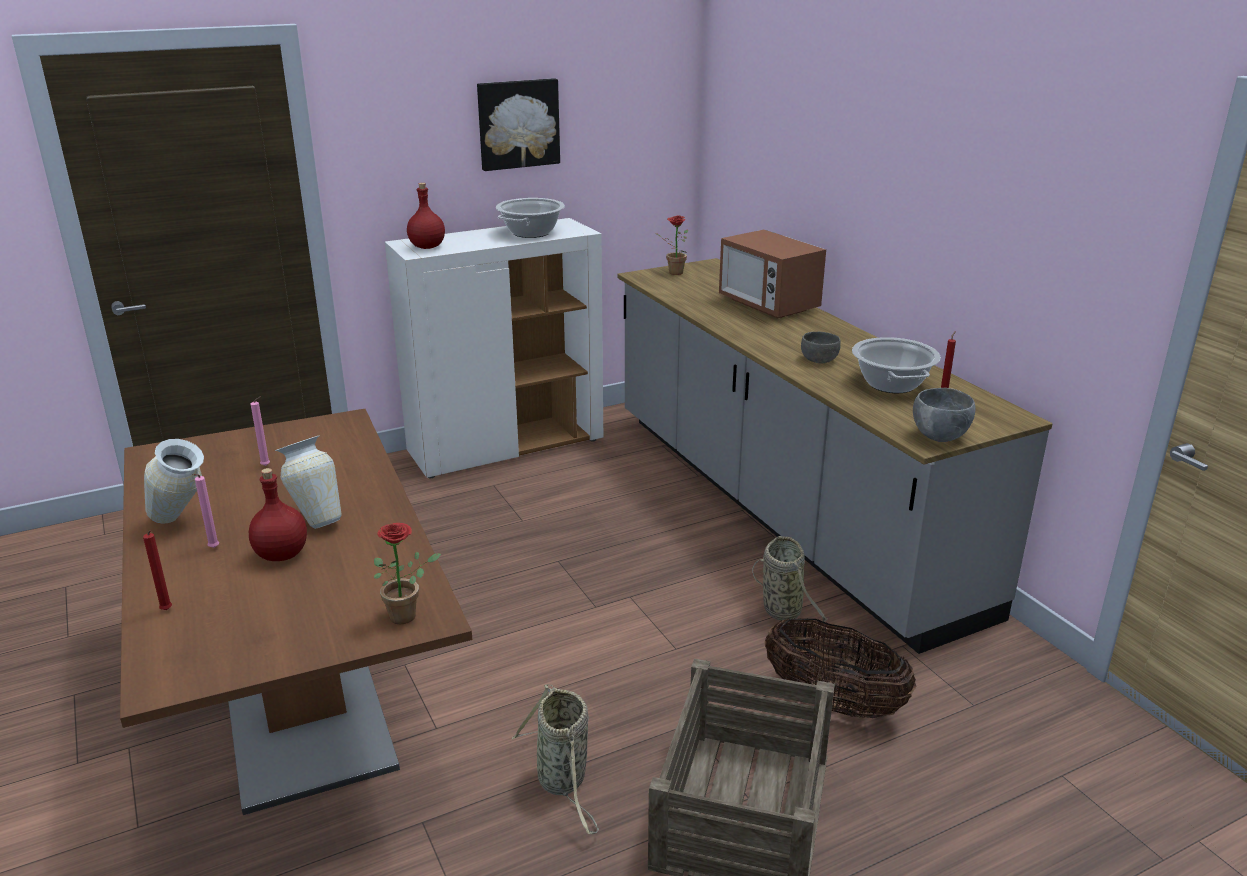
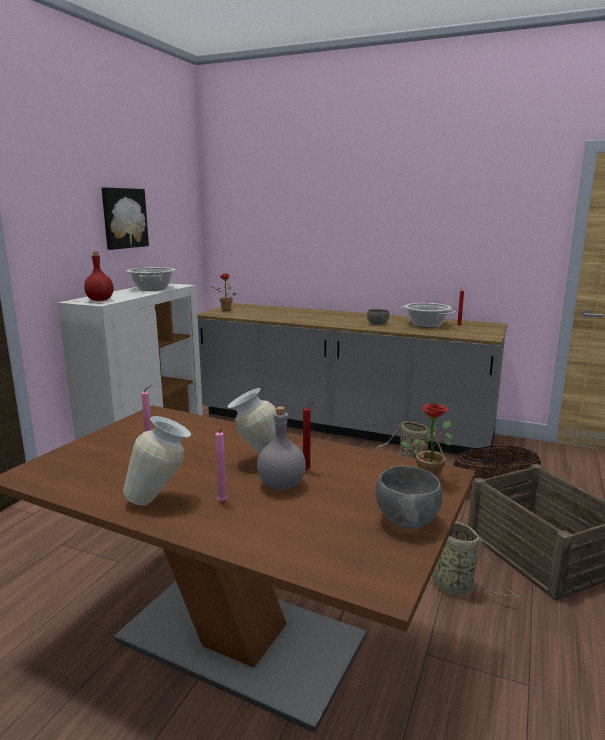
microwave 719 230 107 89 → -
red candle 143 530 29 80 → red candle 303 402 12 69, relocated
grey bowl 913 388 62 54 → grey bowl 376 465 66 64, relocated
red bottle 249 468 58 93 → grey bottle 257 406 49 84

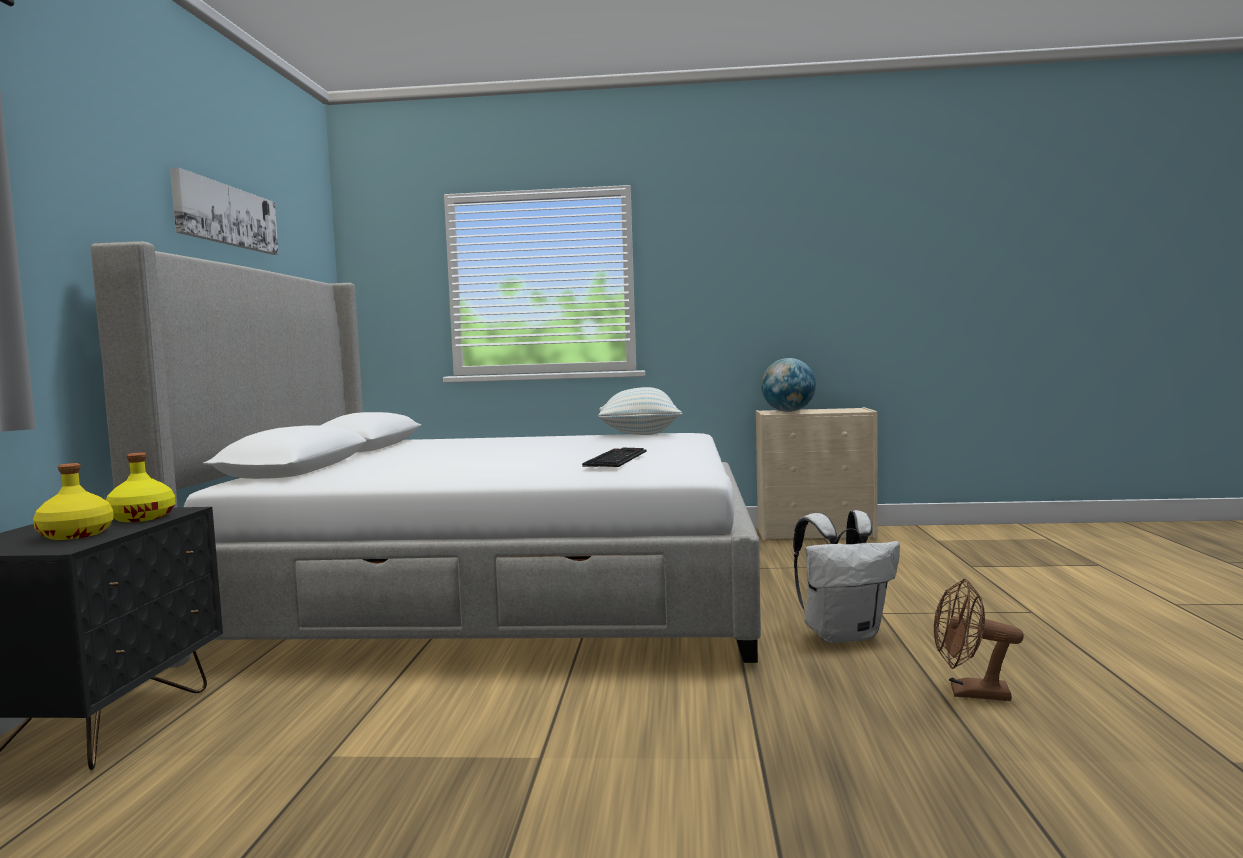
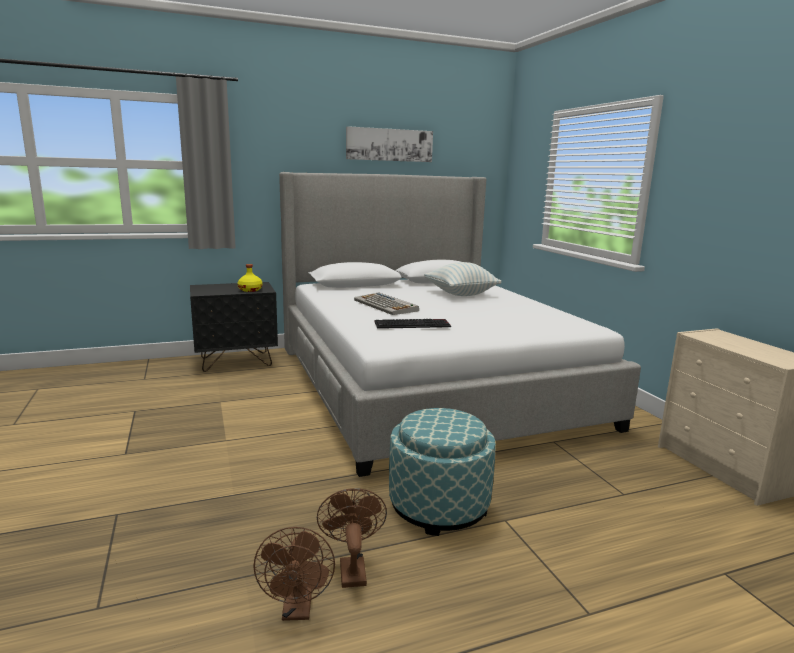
yellow bottle 33 463 81 77 → -
globe 761 358 55 54 → -
- → brown fan 253 527 82 94
- → keyboard 354 292 65 23
pillow 598 387 84 48 → pillow 424 262 78 34, relocated
white backpack 793 510 107 133 → ottoman 389 408 107 128

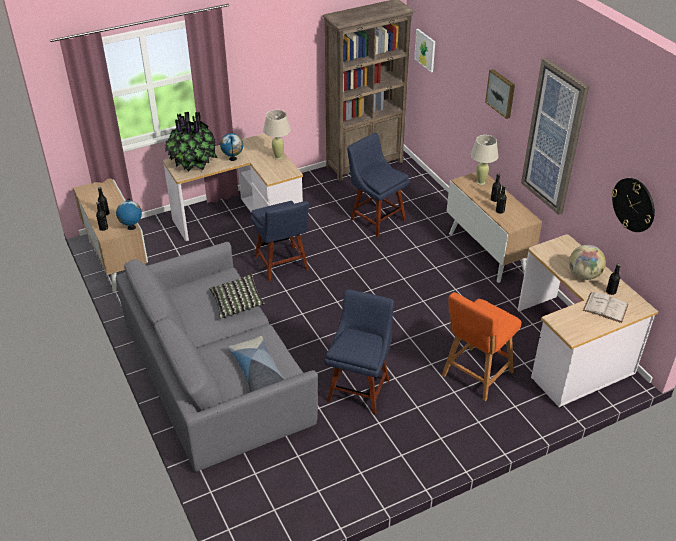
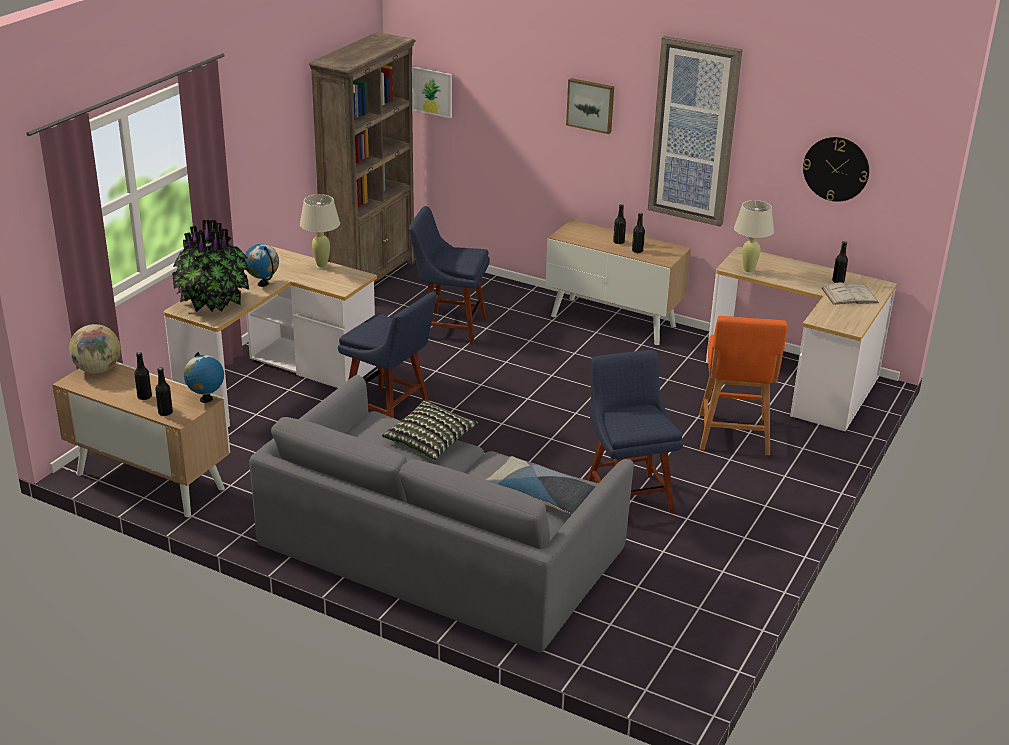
beige table lamp 470 135 29 50 → beige table lamp 734 200 40 75, relocated
globe 569 245 37 35 → globe 69 324 51 49, relocated

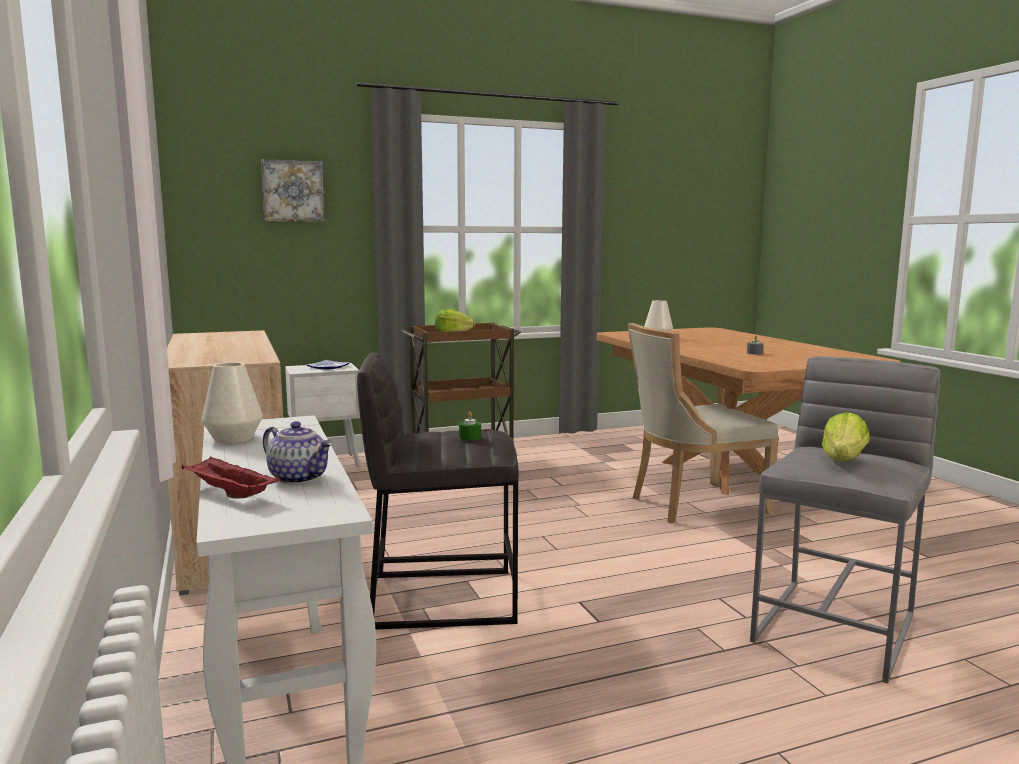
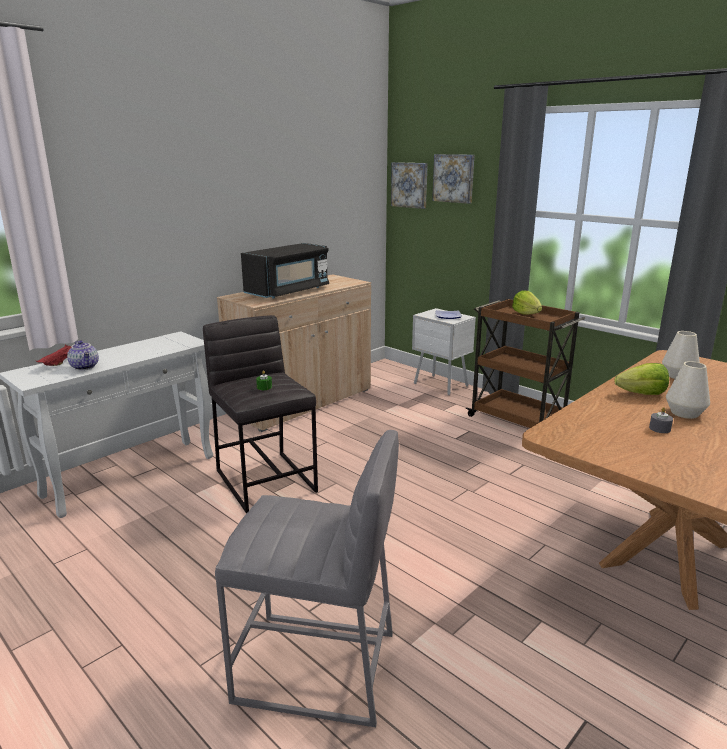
beige chair 628 323 151 201 → -
- → black microwave 241 243 88 56
- → picture 391 162 37 47
white vase 202 362 61 82 → white vase 666 361 44 58, relocated
lettuce 822 412 48 49 → lettuce 615 363 54 32, relocated
teapot 263 421 70 63 → teapot 67 341 32 29, 45 degrees counterclockwise

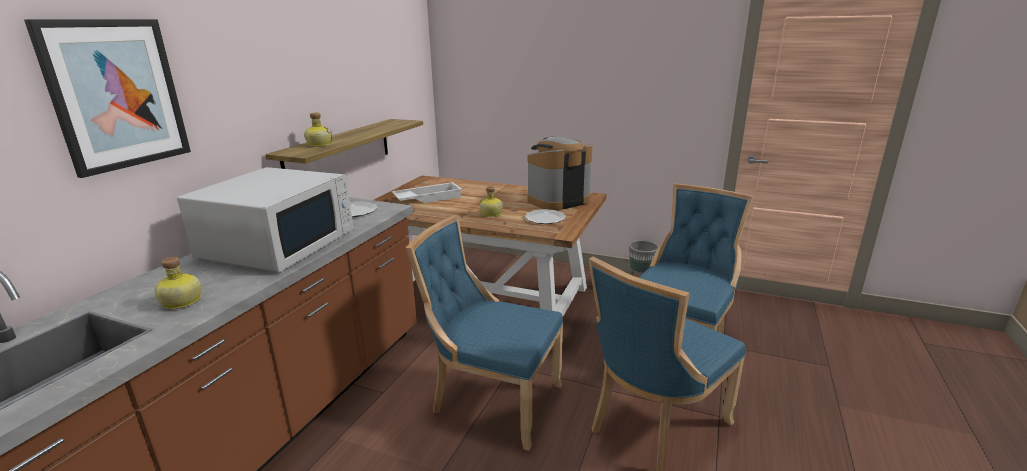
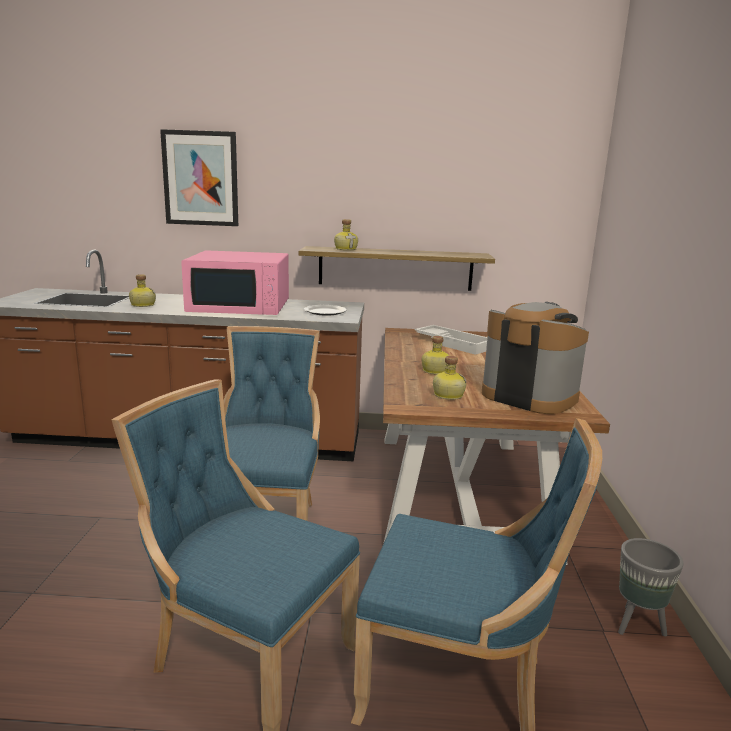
plate 525 209 41 15 → bottle 433 356 33 44
white microwave 177 167 176 105 → pink microwave 181 250 108 65

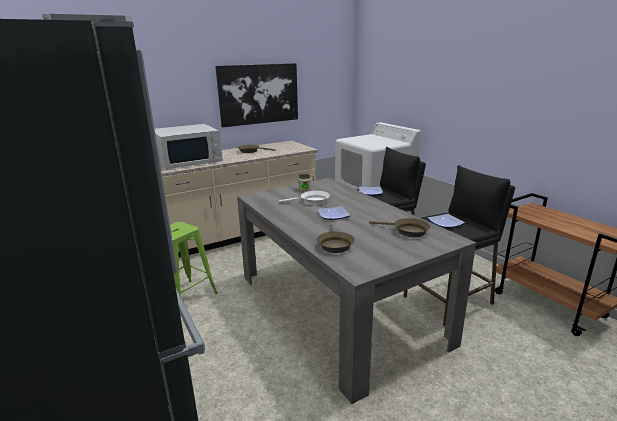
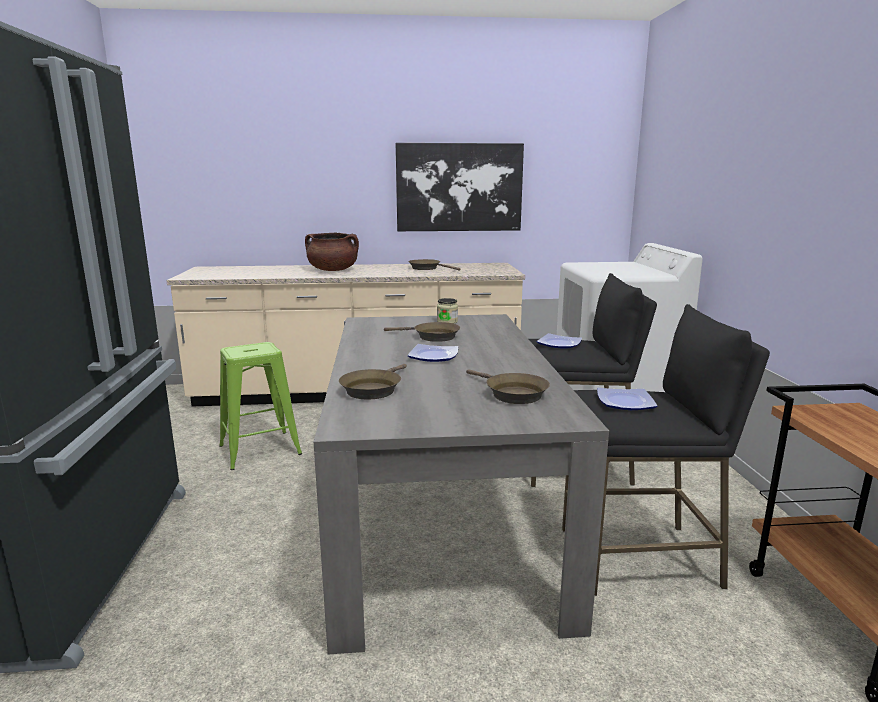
white microwave 155 124 68 45 → brown cooking pot 305 233 54 38
white frying pan 279 191 51 14 → brown frying pan 384 322 76 20

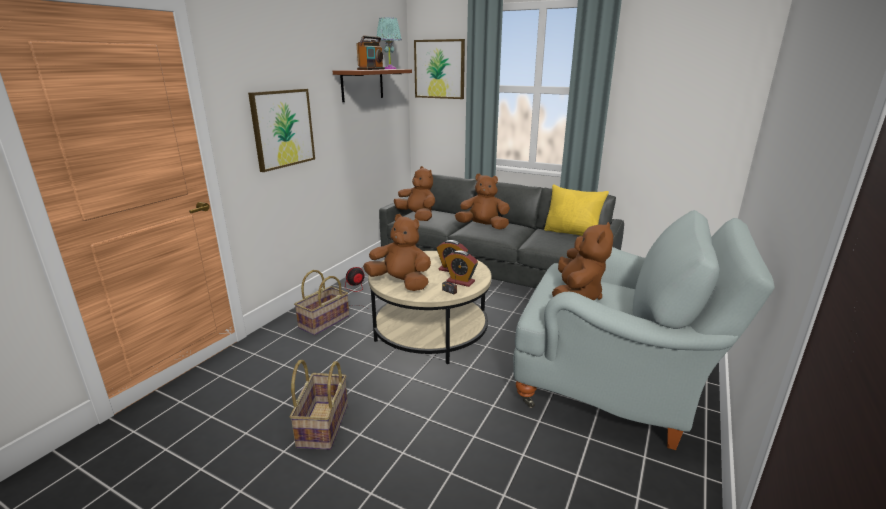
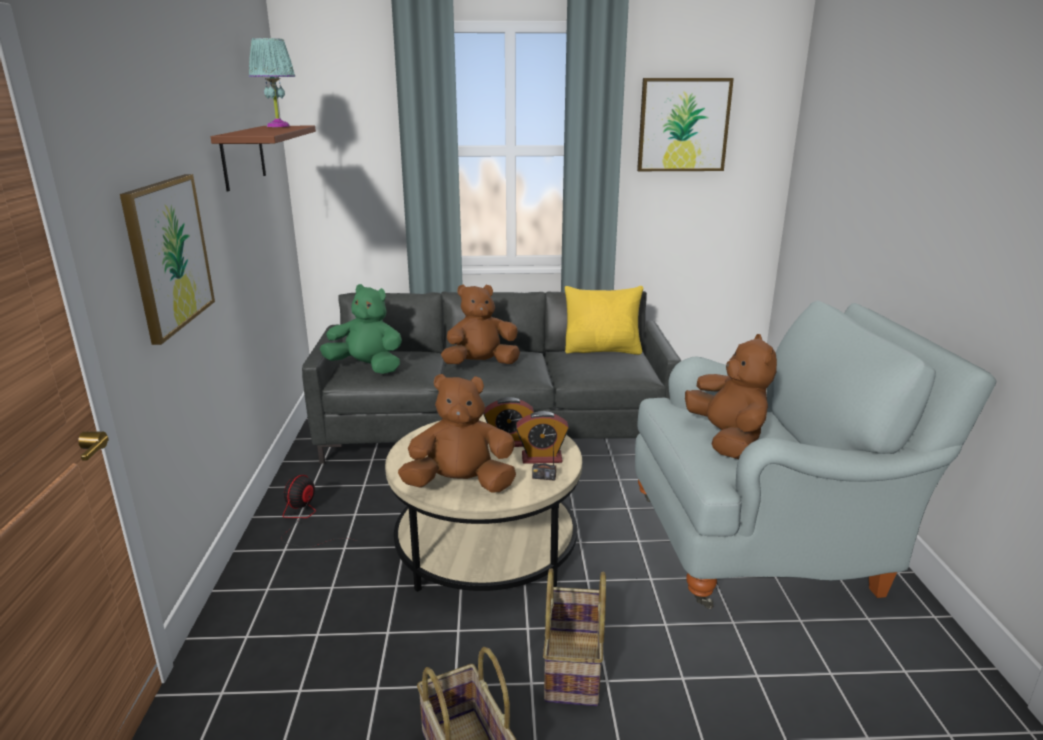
radio 357 35 28 35 → -
basket 294 270 55 65 → basket 543 568 63 138, relocated
picture 414 39 51 60 → picture 637 78 97 93, relocated
brown plush toy 394 166 41 55 → green plush toy 320 284 82 90

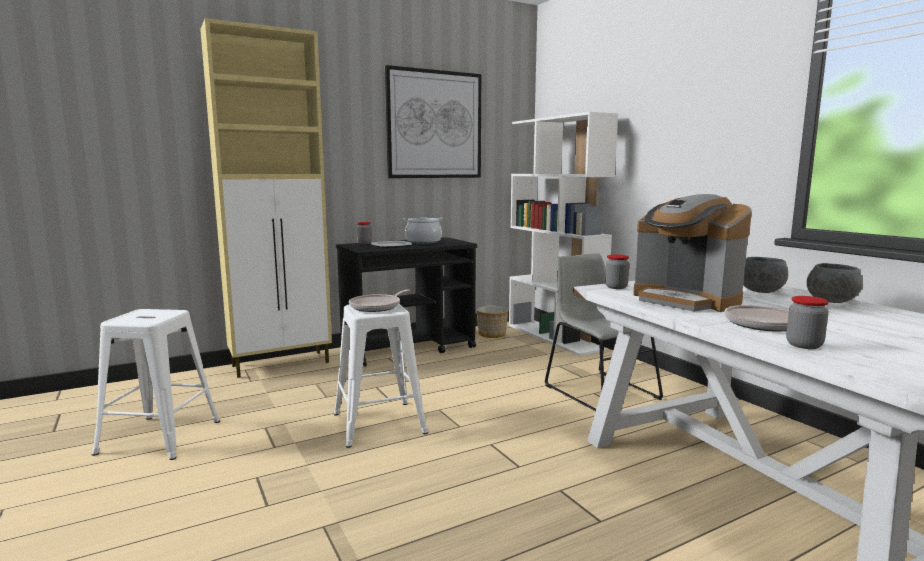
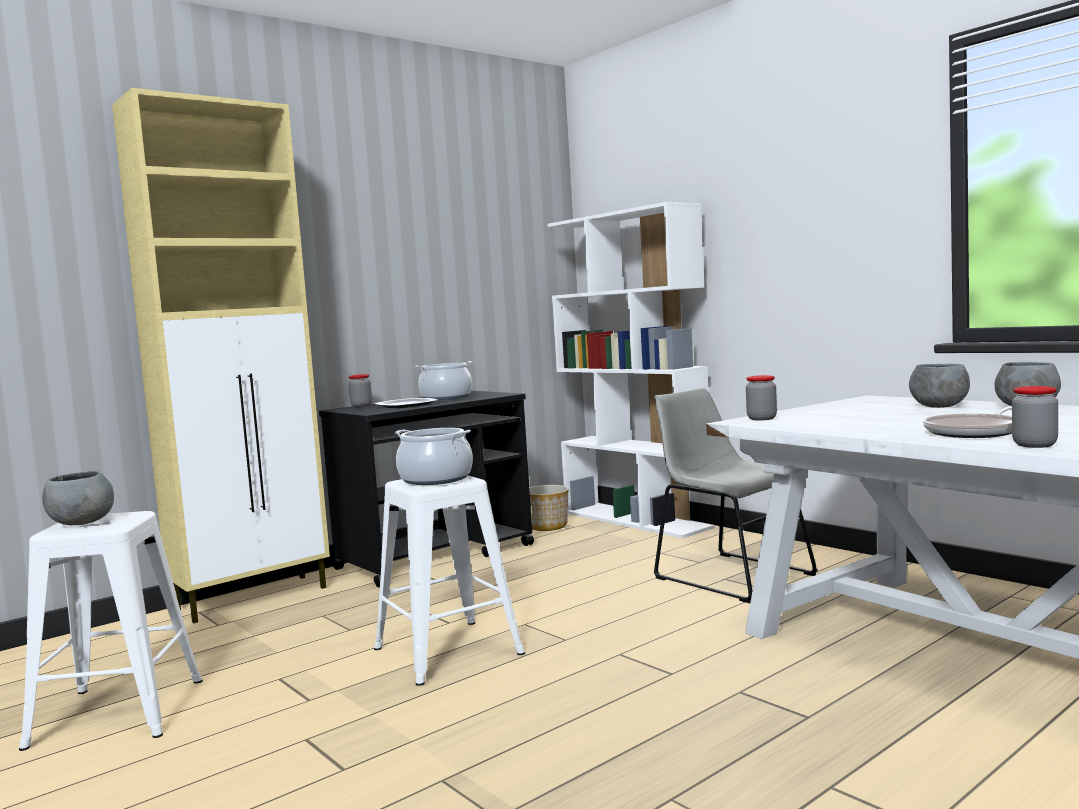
picture 385 65 96 113 → -
coffee machine 633 194 119 118 → -
- → grey bowl 42 471 72 54
frying pan 349 289 61 23 → cooking pot 395 428 78 57

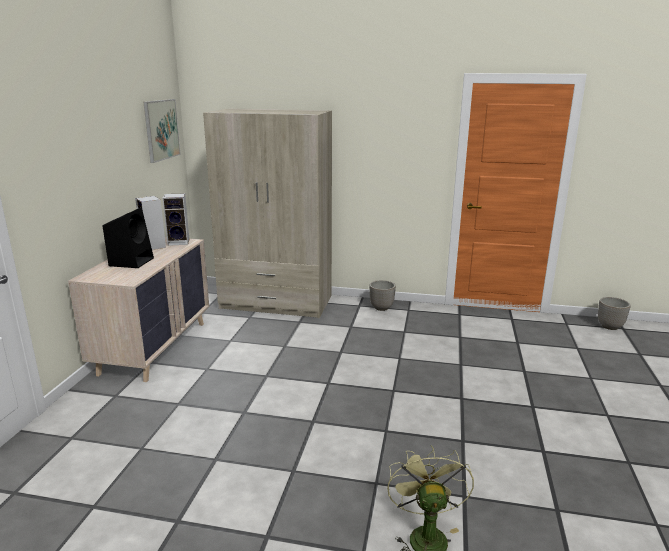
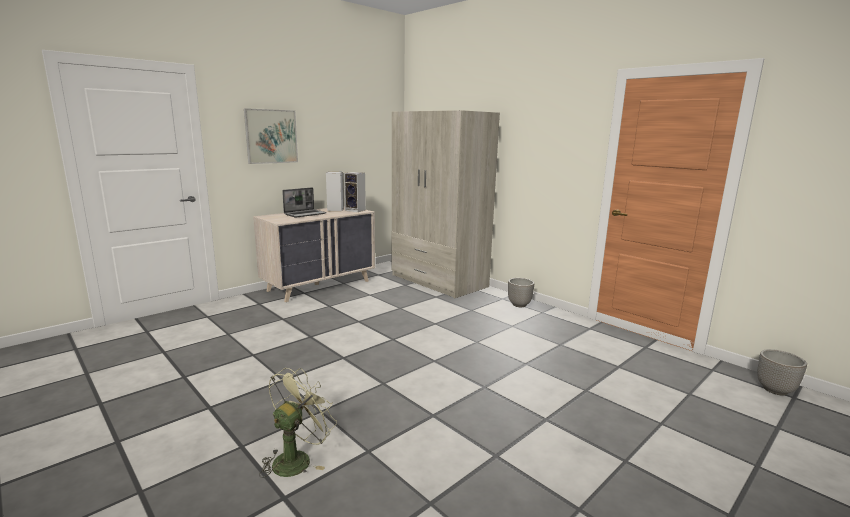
picture 144 99 37 64 → picture 244 108 54 56, relocated
black speaker 103 208 51 60 → laptop 282 187 44 30

